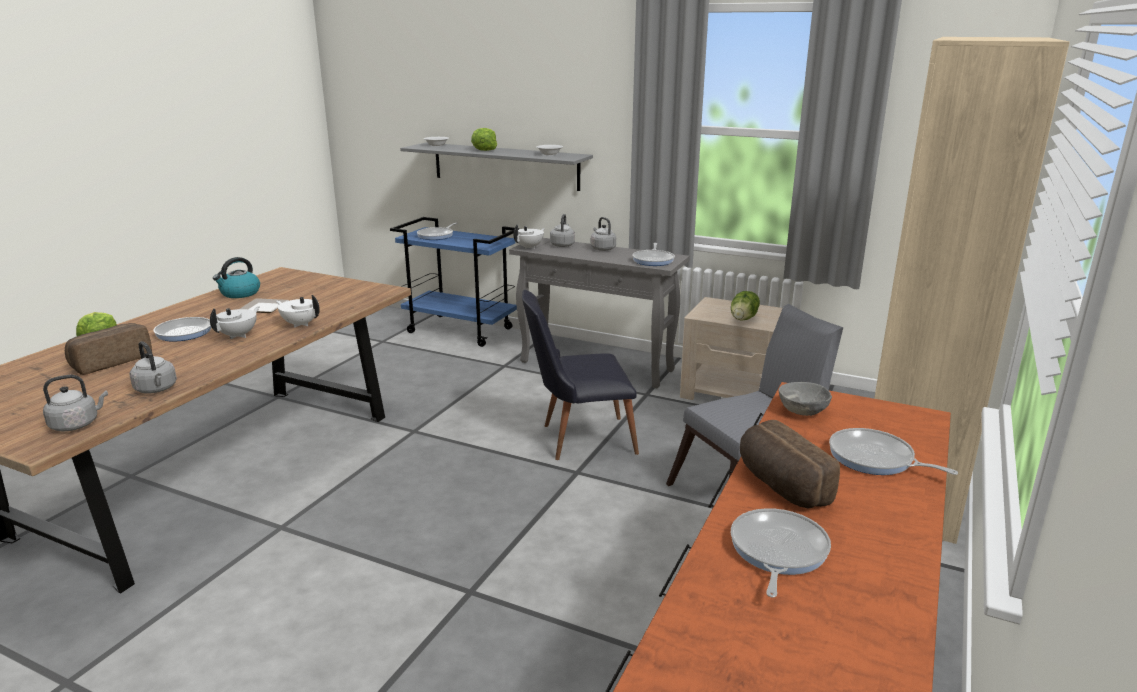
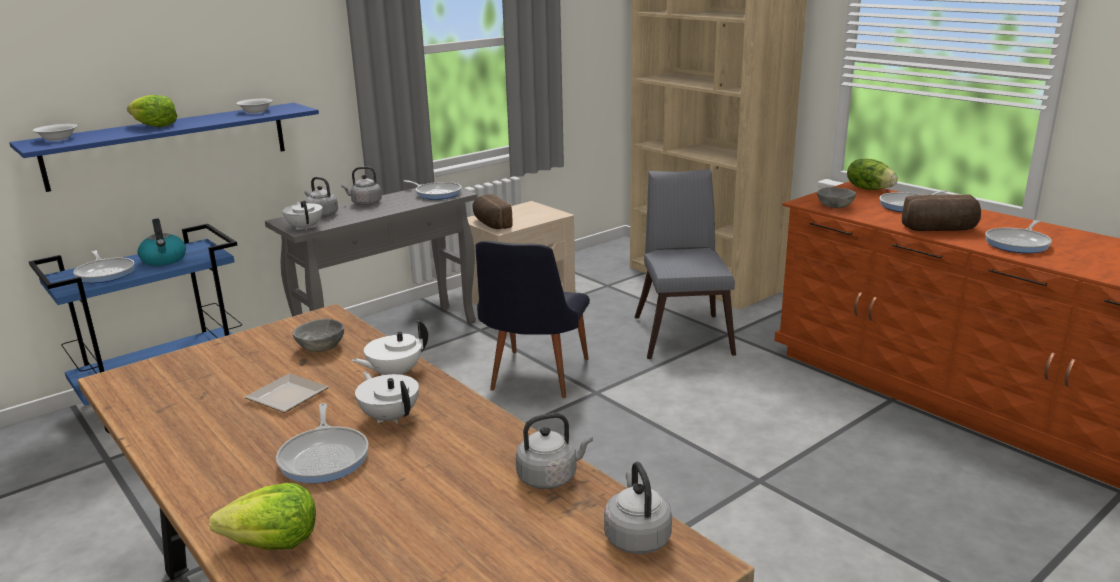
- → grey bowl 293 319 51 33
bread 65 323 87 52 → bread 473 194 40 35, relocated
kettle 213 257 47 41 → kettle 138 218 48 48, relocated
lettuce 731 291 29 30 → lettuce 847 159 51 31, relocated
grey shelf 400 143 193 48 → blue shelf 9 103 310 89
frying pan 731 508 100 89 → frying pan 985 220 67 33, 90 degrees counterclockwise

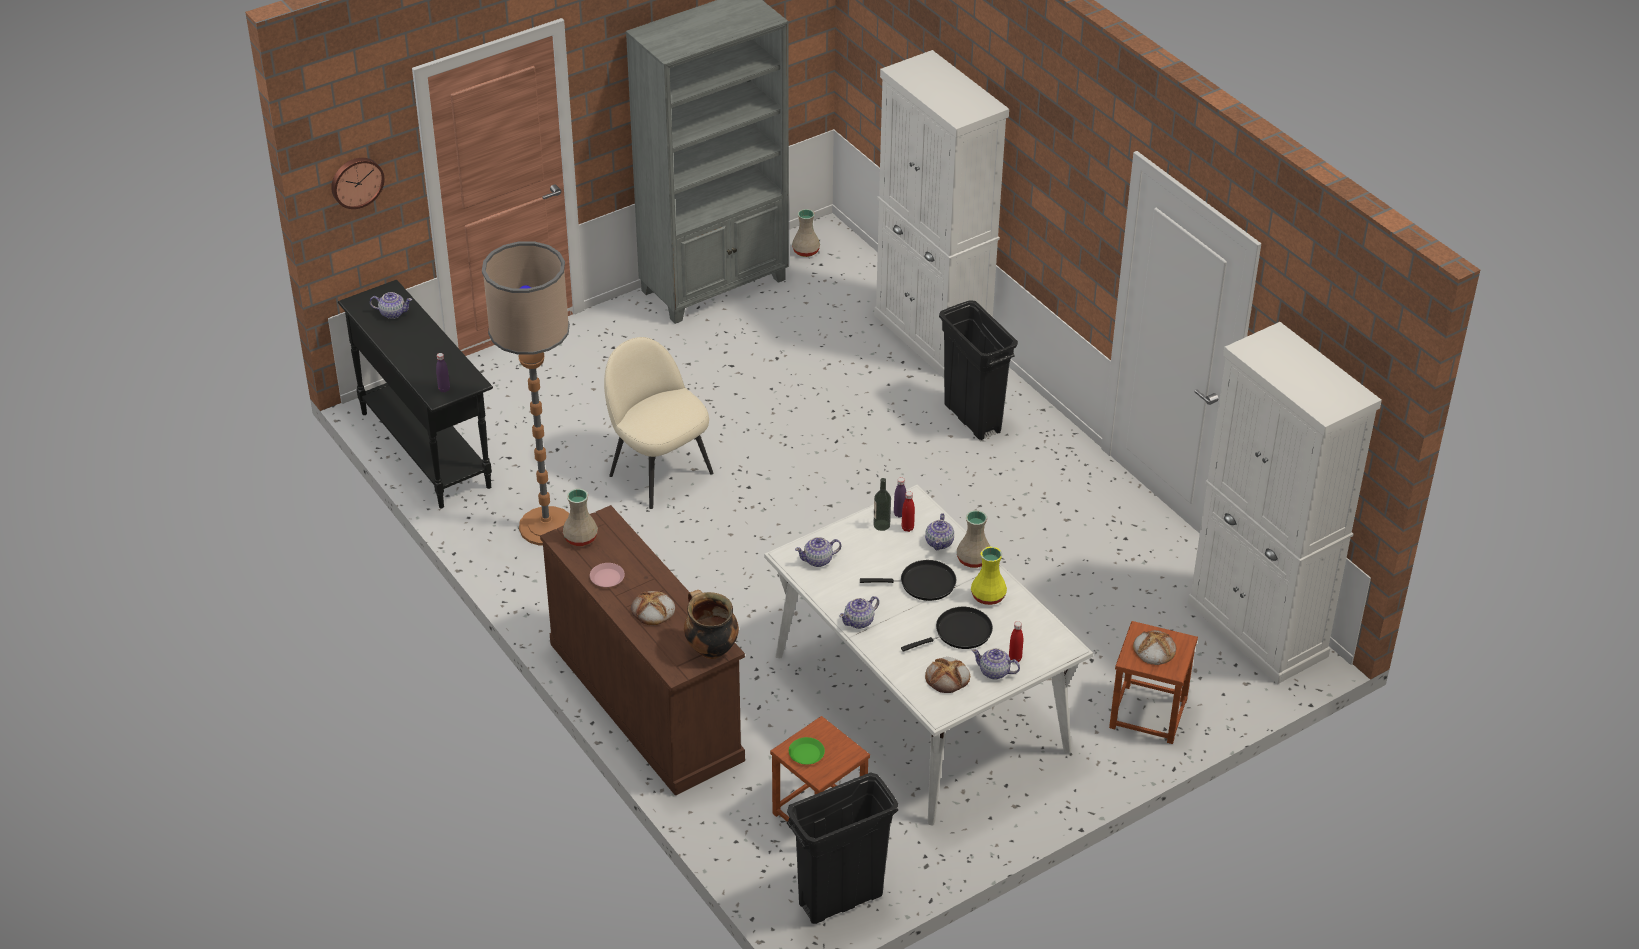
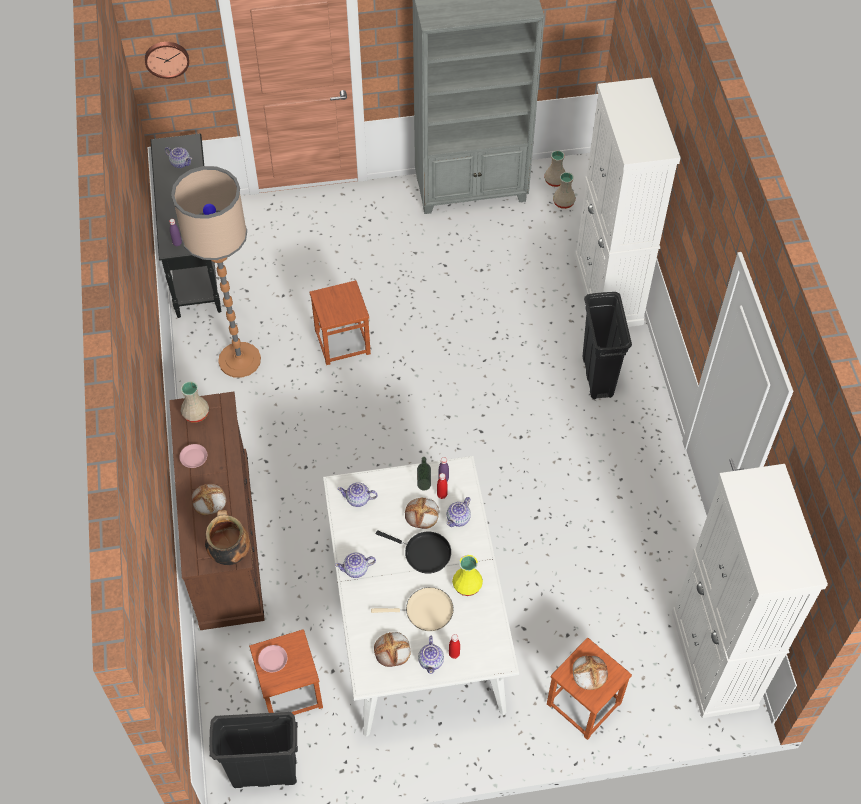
- → bread 405 497 34 32
beige vase 957 510 33 58 → beige vase 553 172 23 37, relocated
beige chair 604 337 109 172 → brown stool 309 280 62 85
green plate 789 737 36 28 → pink plate 258 645 29 27
black frying pan 901 607 92 45 → beige frying pan 371 587 83 44
teapot 971 648 49 32 → teapot 418 636 26 38, 135 degrees counterclockwise

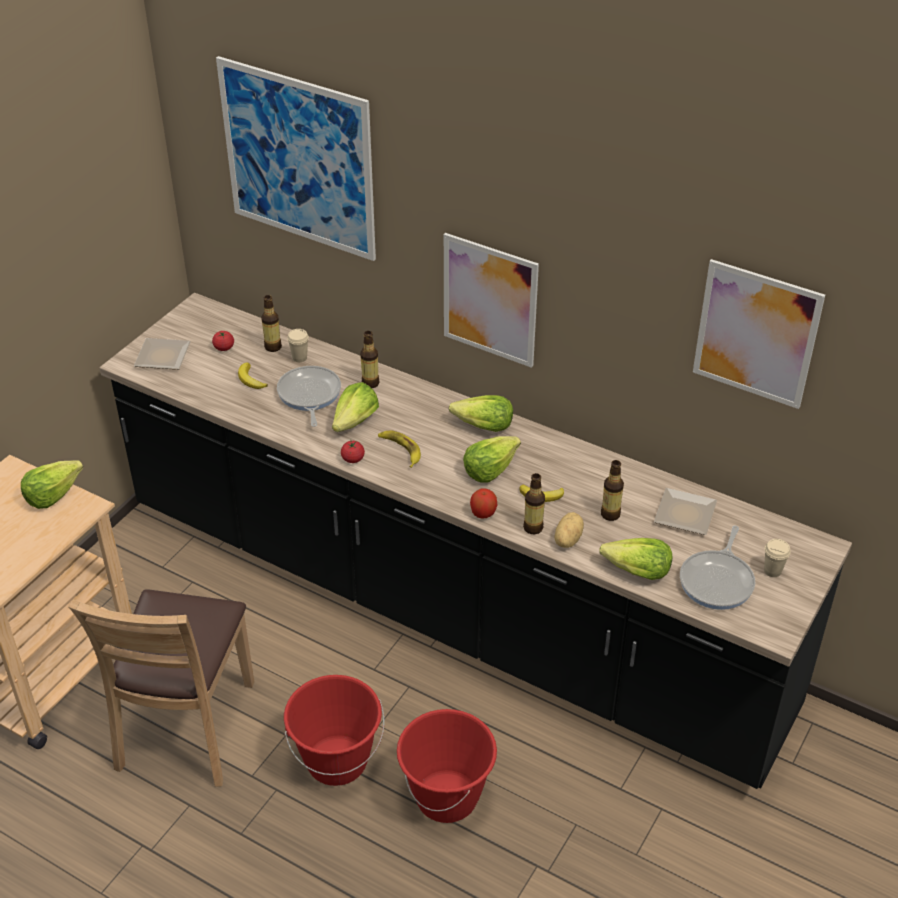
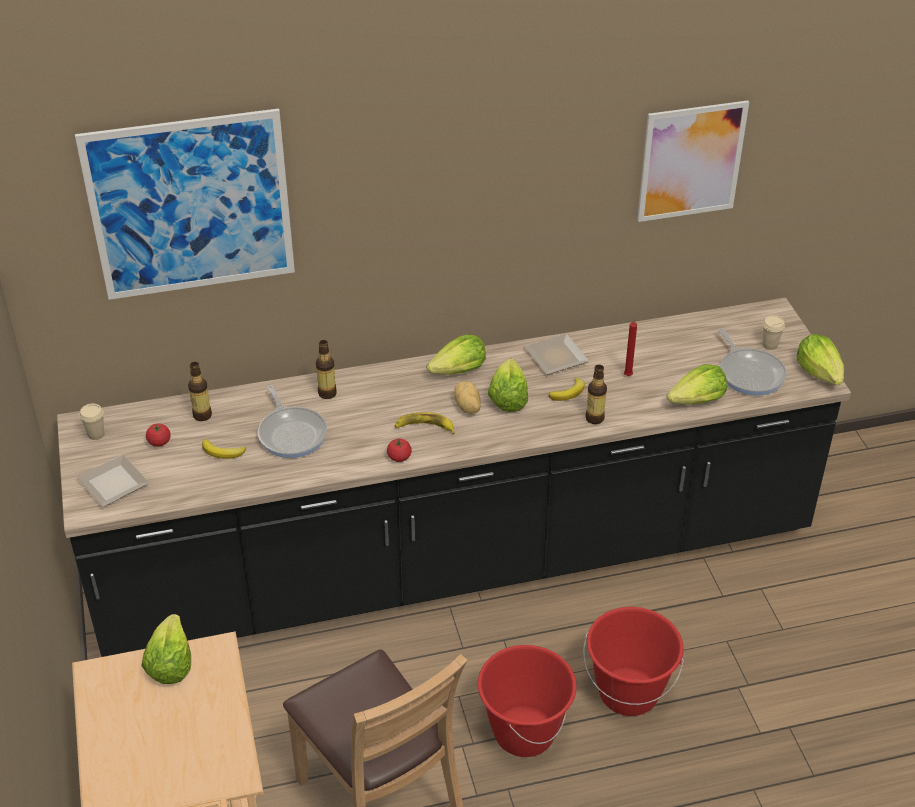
picture 444 233 95 135 → -
apple 470 488 28 31 → -
beige cup 287 329 22 33 → beige cup 79 403 25 37, relocated
lettuce 332 382 47 50 → lettuce 797 334 47 51, relocated
potato 555 512 29 36 → potato 454 381 27 33, relocated
plate 654 488 63 47 → plate 524 334 65 41, relocated
bottle 601 460 23 61 → red candle 624 315 16 61
frying pan 277 366 64 61 → frying pan 258 385 69 73, 150 degrees counterclockwise

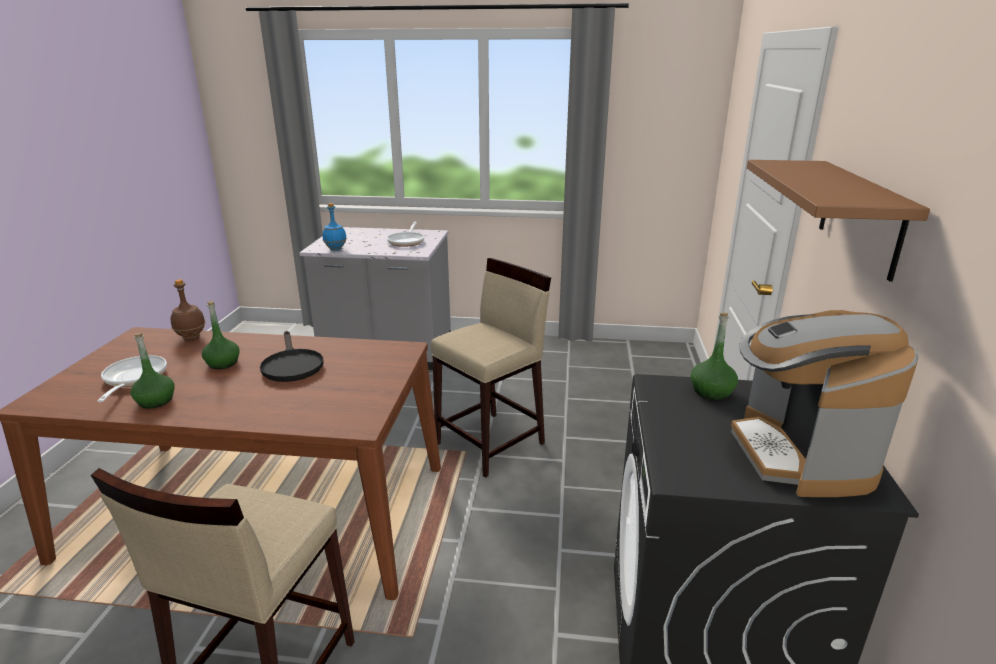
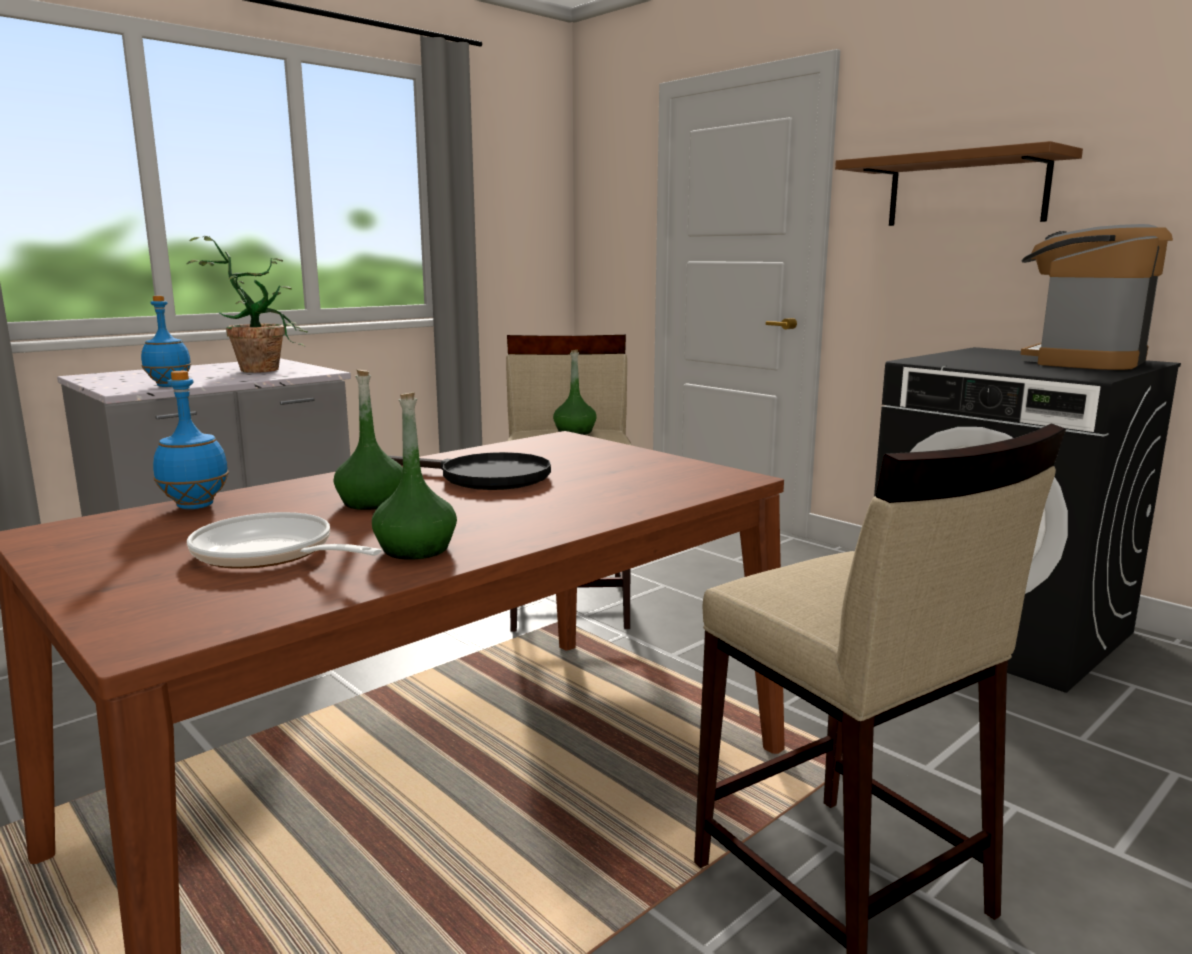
green bottle 691 313 47 87 → green bottle 553 349 43 86, relocated
frying pan 387 222 38 25 → potted plant 186 236 122 137
brown bottle 171 279 34 61 → blue bottle 153 371 76 138
coffee machine 731 310 187 187 → coffee machine 1021 224 152 146, 90 degrees clockwise

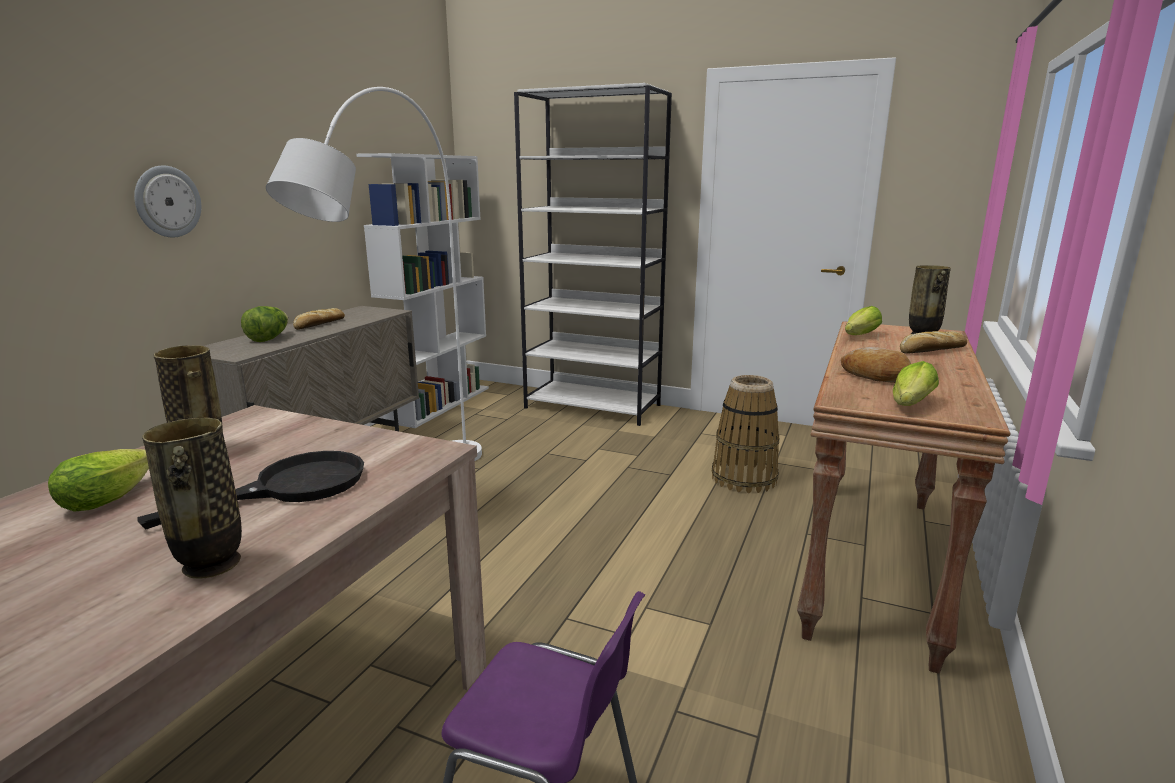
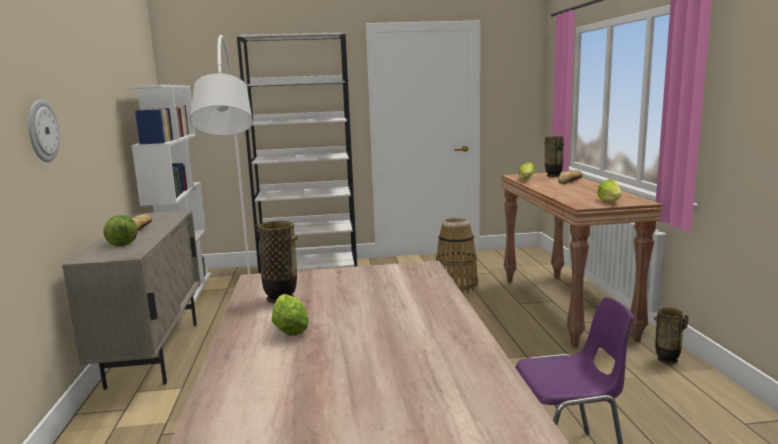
black frying pan 137 451 227 78 → -
bread 841 347 70 36 → -
vase 142 418 100 161 → vase 654 307 35 57, relocated

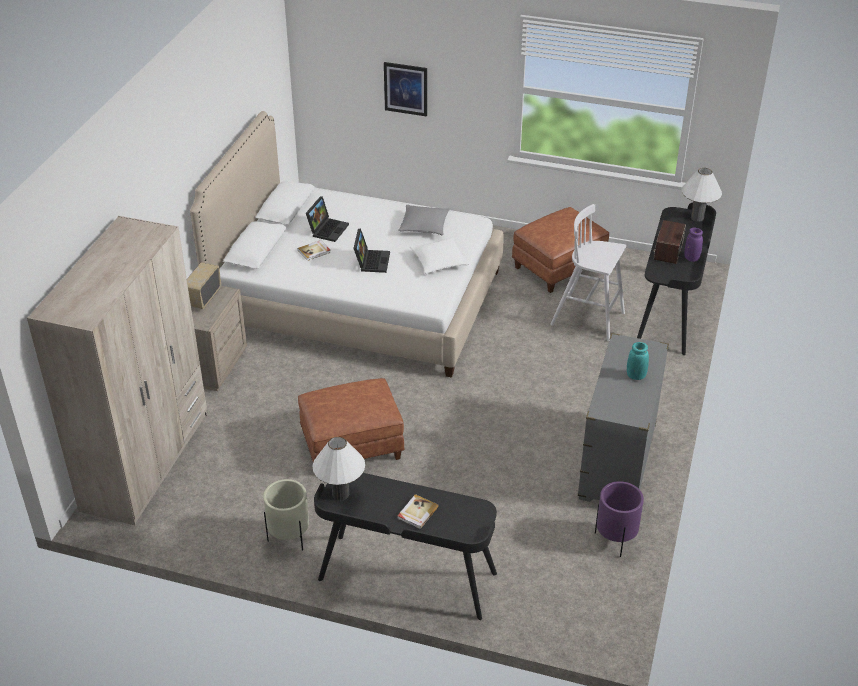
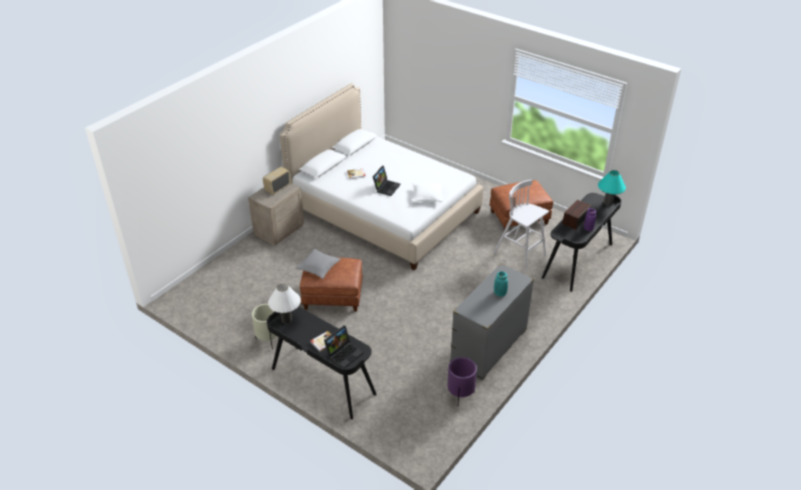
beige wardrobe 27 216 180 309 → -
picture 384 62 43 55 → -
laptop 306 196 43 46 → laptop 324 325 39 43, relocated
grey pillow 398 205 52 30 → grey pillow 295 249 46 30, relocated
white table lamp 682 168 40 54 → turquoise table lamp 598 170 28 36

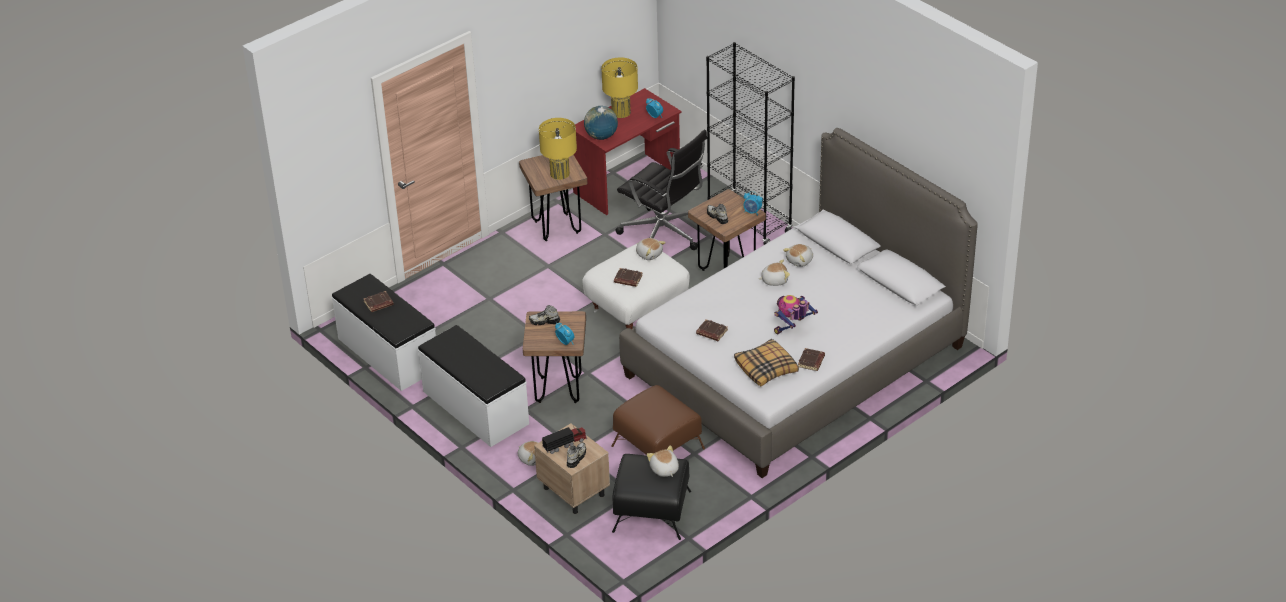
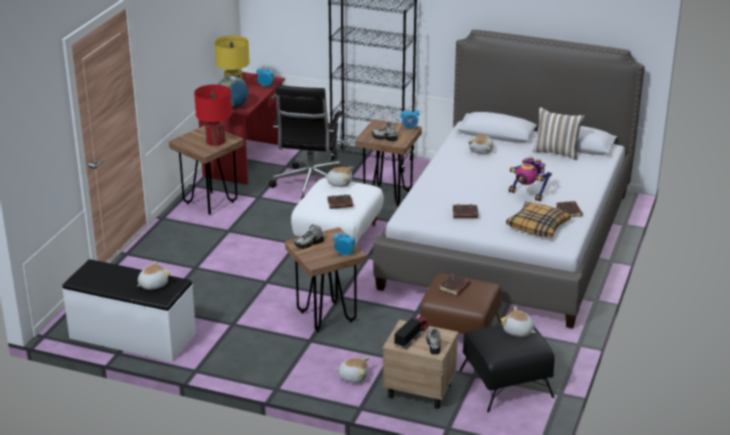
white bench 418 325 111 122 → -
- → pillow 533 107 52 53
brown book 364 291 30 21 → brown book 439 274 32 21, relocated
plush toy 758 260 32 26 → plush toy 137 261 34 29, relocated
yellow table lamp 539 118 38 62 → red table lamp 194 84 38 62
black office chair 616 130 91 120 → black office chair 269 85 74 115, 90 degrees clockwise
toy robot 774 295 44 39 → toy robot 509 157 43 44, 75 degrees counterclockwise

